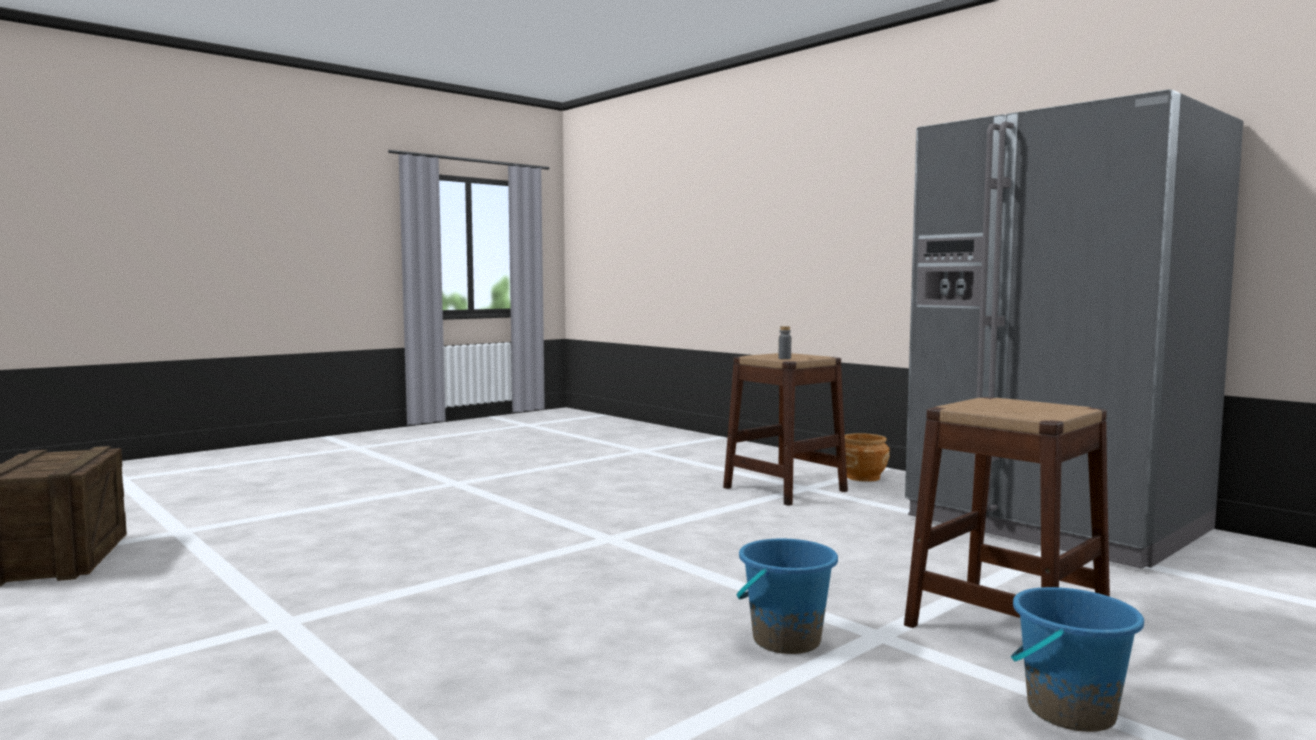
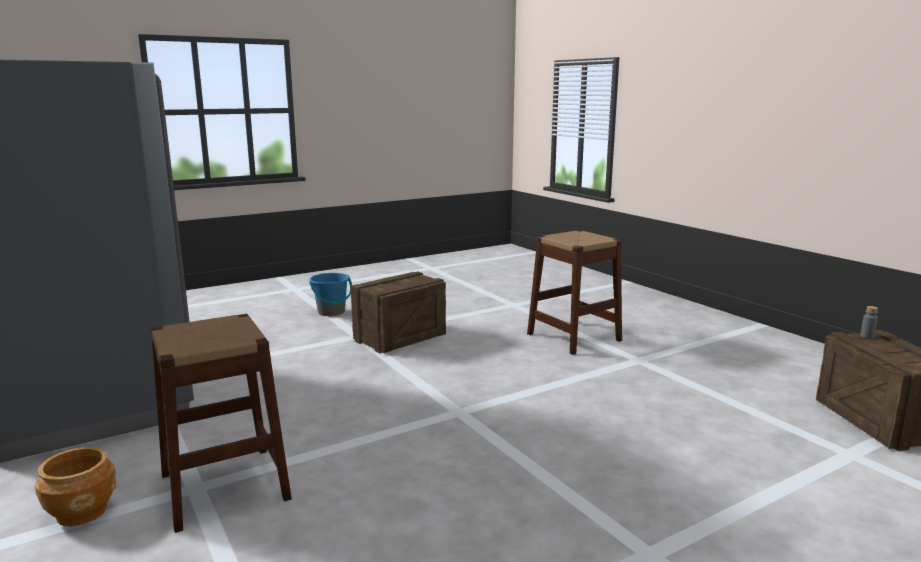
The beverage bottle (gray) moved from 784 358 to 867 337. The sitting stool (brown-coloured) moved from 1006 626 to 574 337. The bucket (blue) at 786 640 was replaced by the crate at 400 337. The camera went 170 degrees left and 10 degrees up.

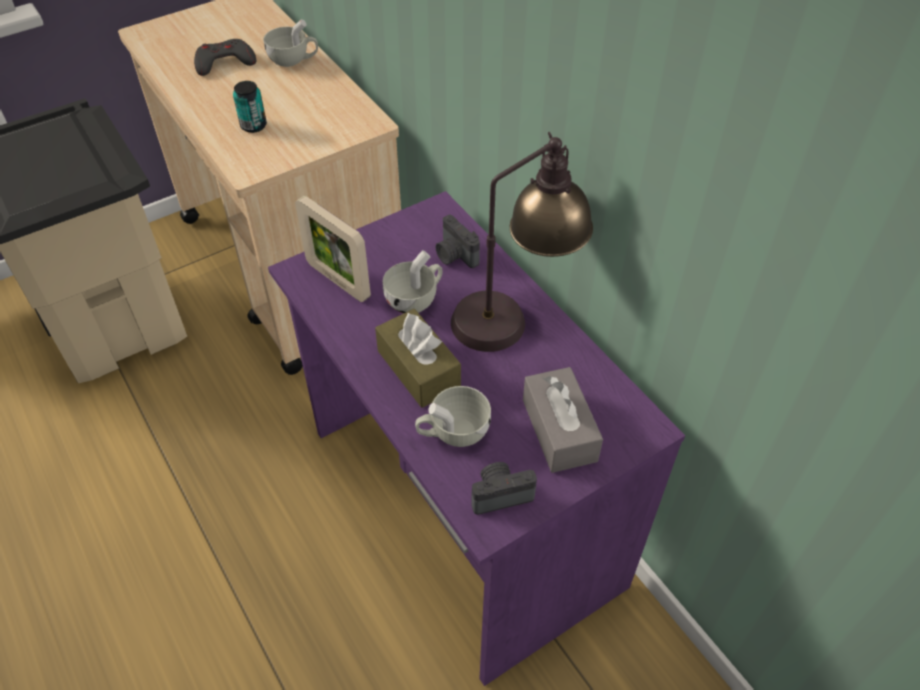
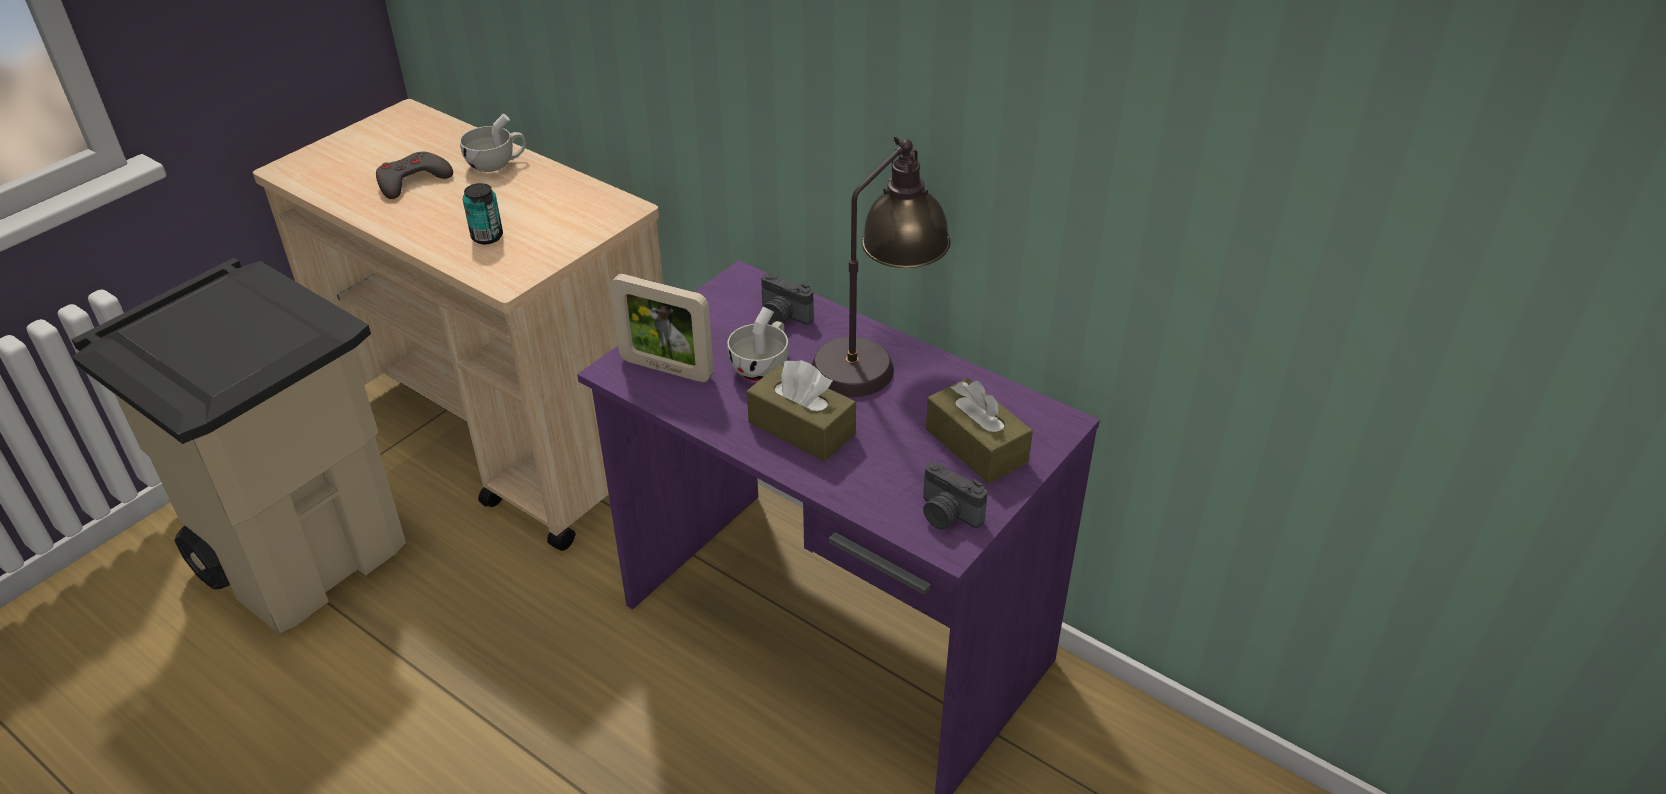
The box of tissues (gray) at 559 430 became the box of tissues (brown-coloured) at 976 445. The drinking cup (whitish) at 453 432 disappeared. The still camera at 500 494 turned 105 degrees counterclockwise. The camera went 20 degrees left and 10 degrees down.

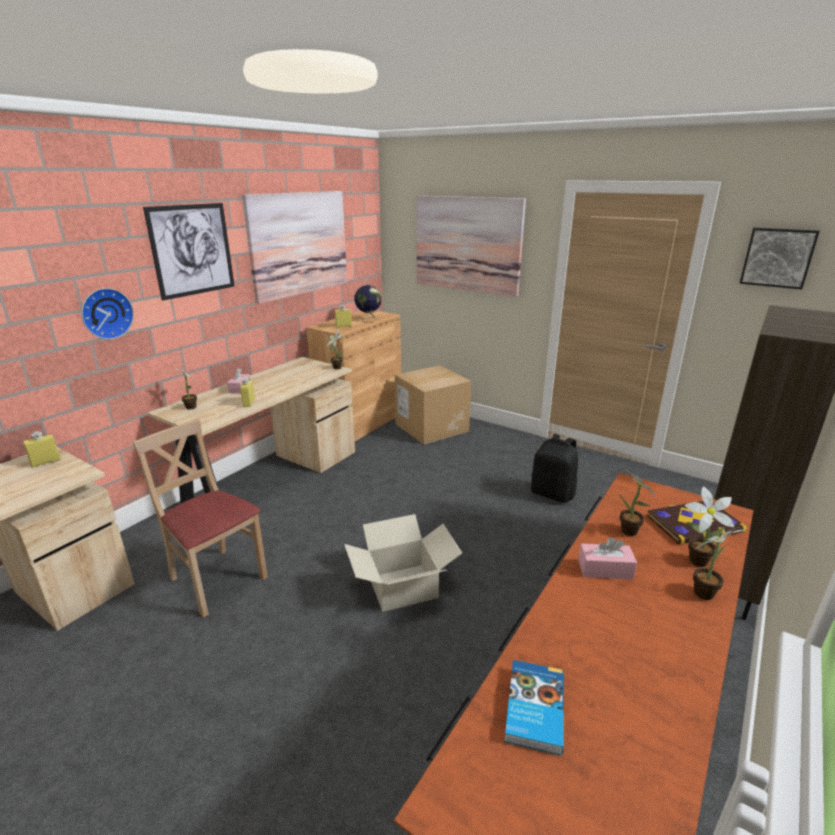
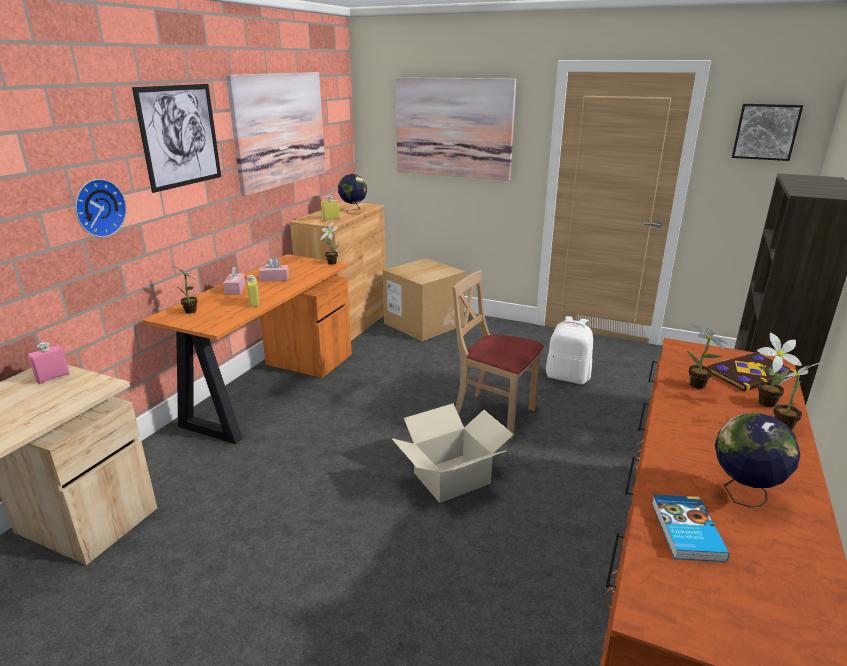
The desk table (beige) at 271 478 became the desk table (orange-coloured) at 269 388. The upright chair (beige) moved from 217 579 to 494 414. The beverage bottle (yellow) at 46 462 became the beverage bottle (pinkish) at 53 377. The knapsack (black-coloured) at 553 494 became the knapsack (whitish) at 568 377. The box of tissues (pinkish) moved from 605 569 to 274 278. The globe at 743 495 appeared. The camera went 10 degrees left and 0 degrees up.

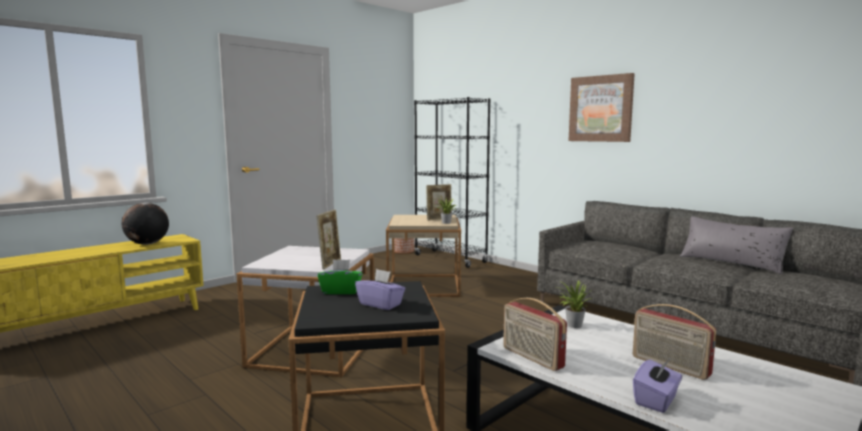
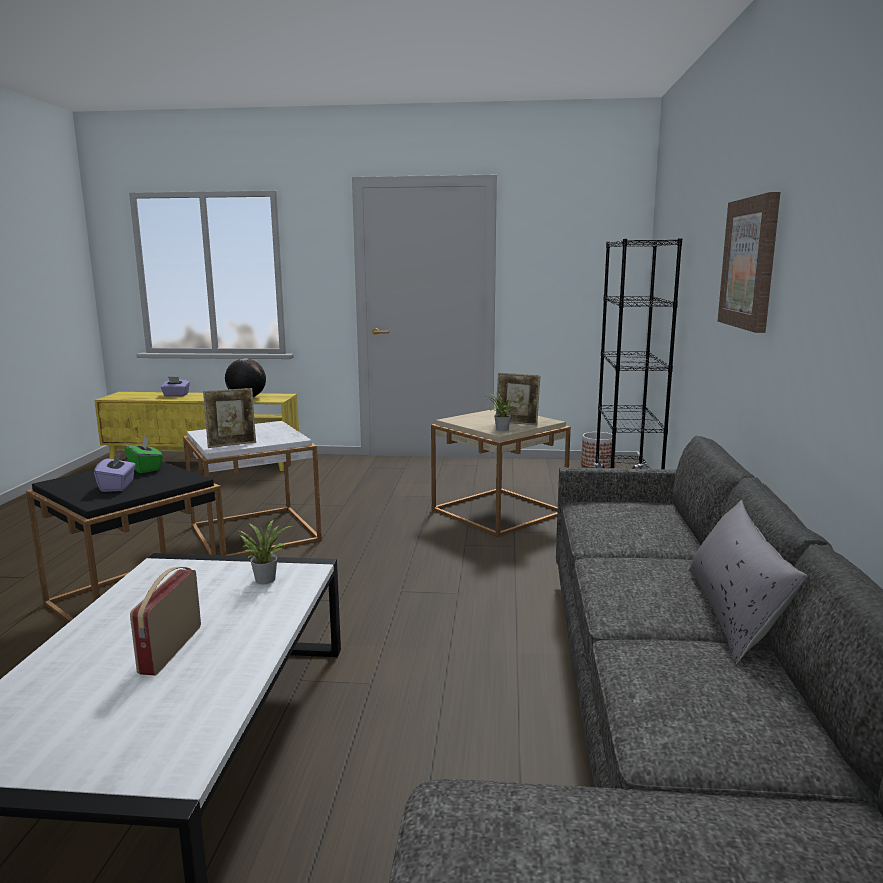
The radio set at 531 358 disappeared. The box of tissues (purple-coloured) moved from 656 400 to 176 395. The camera went 50 degrees right and 5 degrees up.

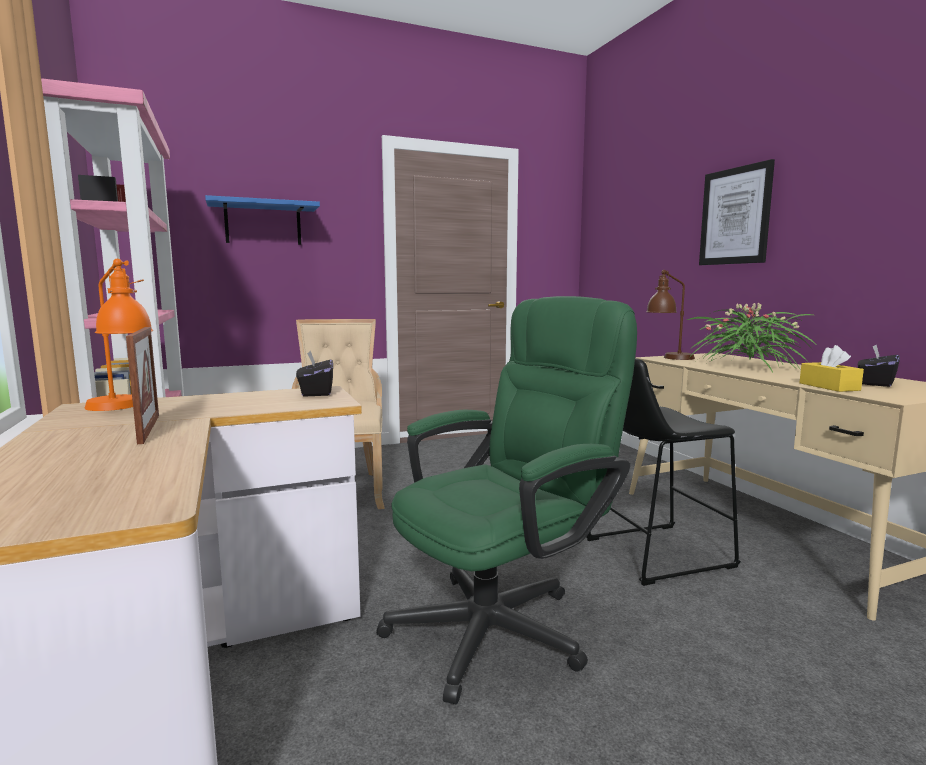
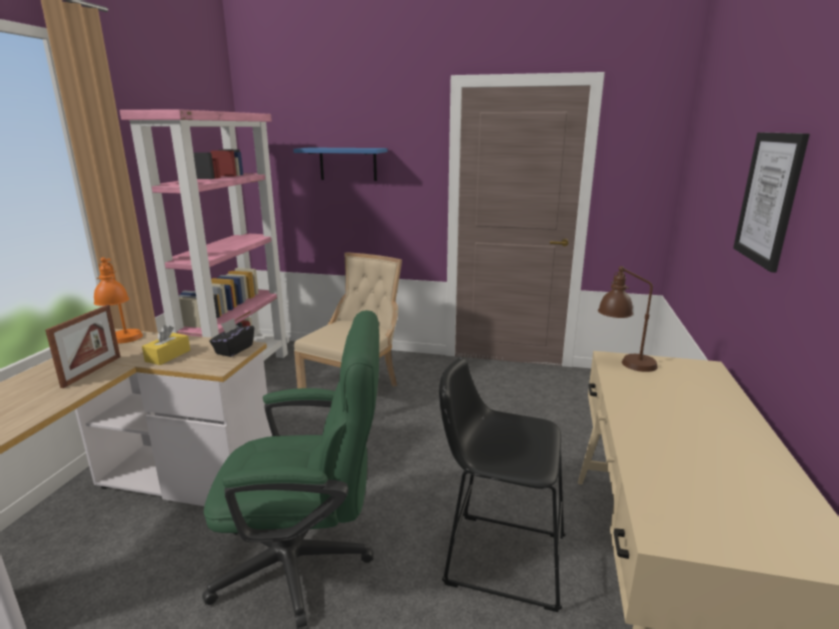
The potted plant at 747 366 disappeared. The box of tissues (yellow) moved from 829 386 to 168 356. The box of tissues (black-coloured) at 875 383 disappeared. The camera went 35 degrees right and 10 degrees up.

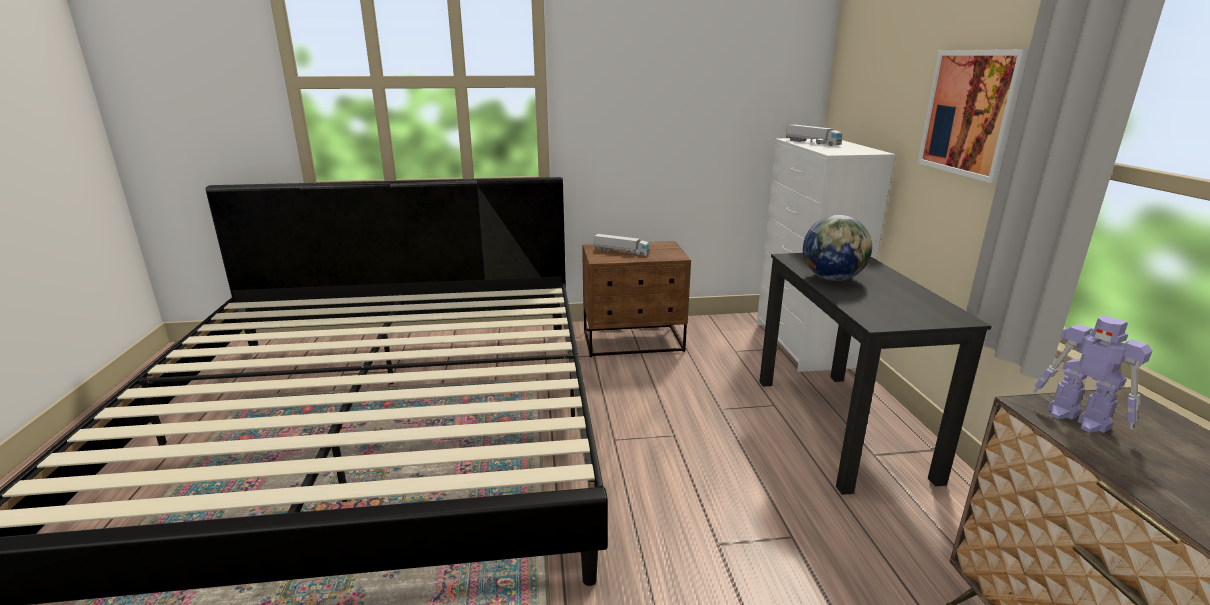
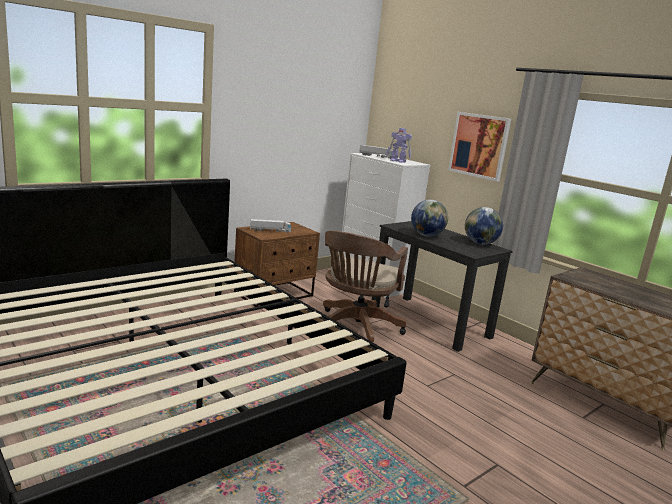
The robot figure moved from 1079 419 to 398 161. The globe at 480 243 appeared. The office chair (brown-coloured) at 355 329 appeared. The camera went 35 degrees left and 5 degrees down.

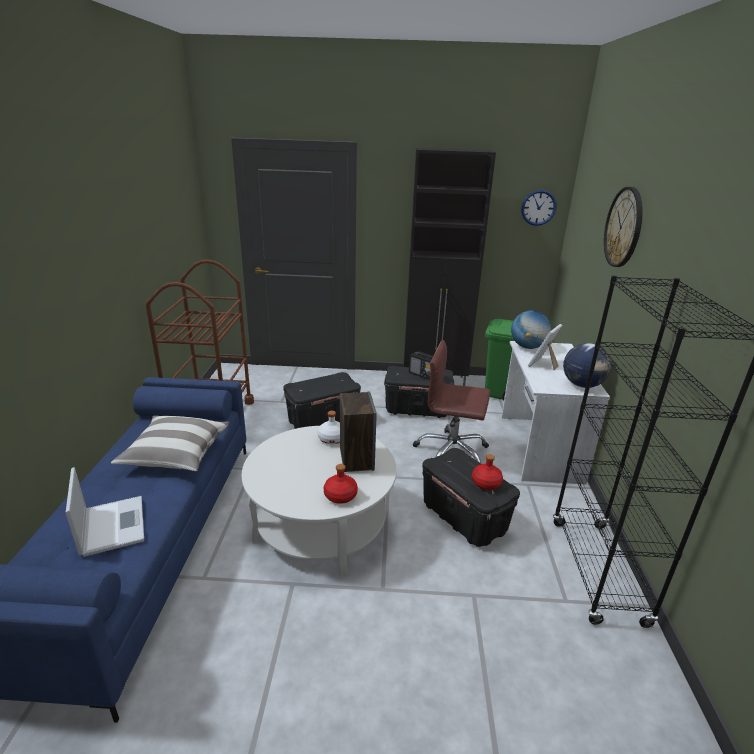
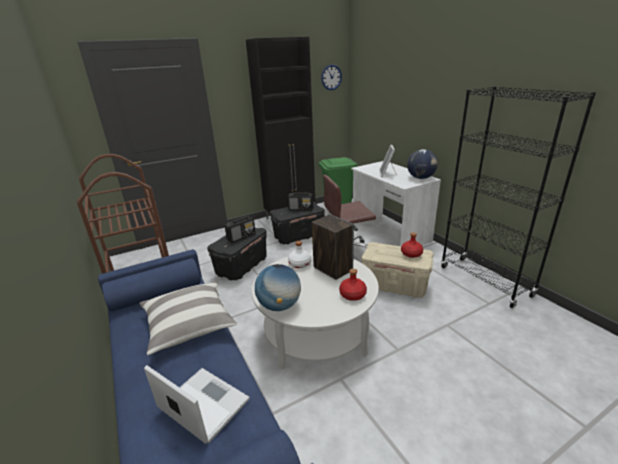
The hanging clock at 623 227 disappeared. The globe moved from 527 347 to 279 306. The storage container (black-coloured) at 463 517 became the storage container (beige) at 394 286. The radio set at 241 237 appeared. The camera went 30 degrees left and 0 degrees up.

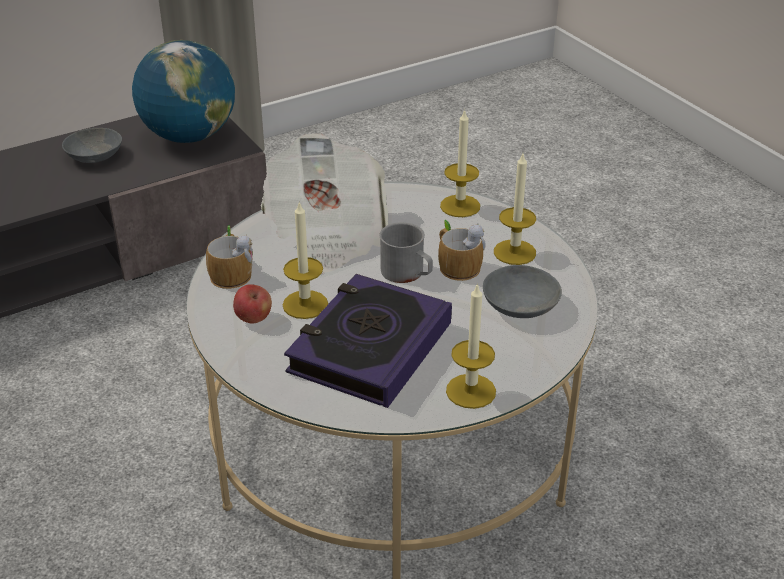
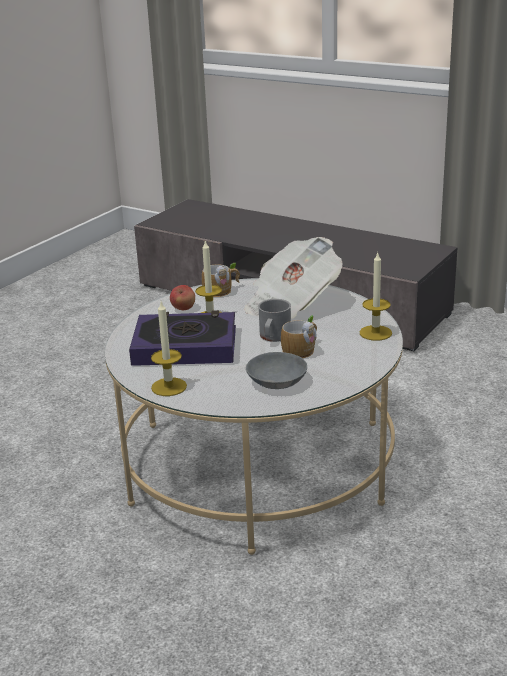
The globe at 189 137 disappeared. The serving bowl (gray) at 96 155 disappeared. The wax candle at 514 252 disappeared. The camera went 65 degrees right and 10 degrees down.

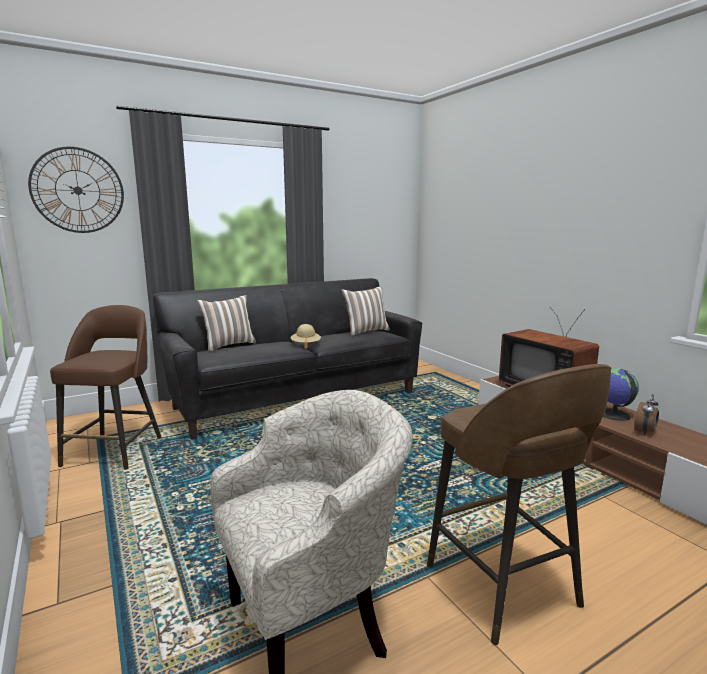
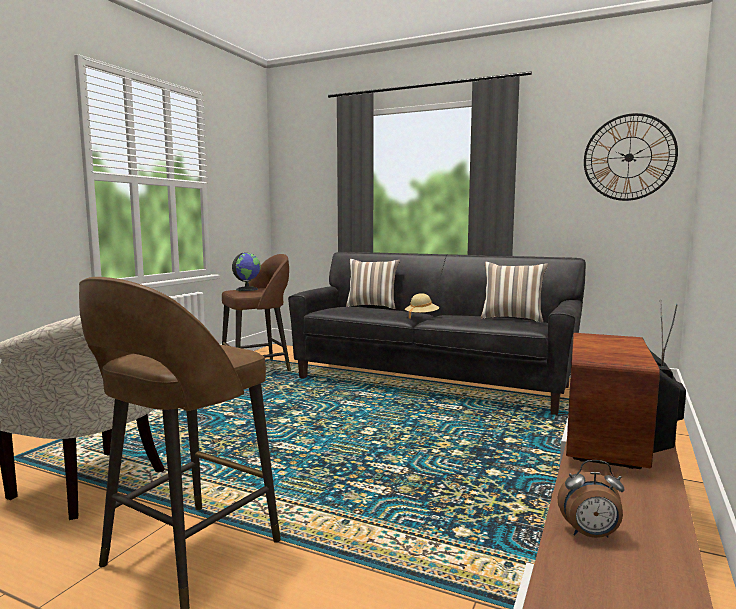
The hanging clock moved from 78 190 to 629 157. The globe moved from 613 415 to 246 289. The camera went 55 degrees right and 5 degrees down.

